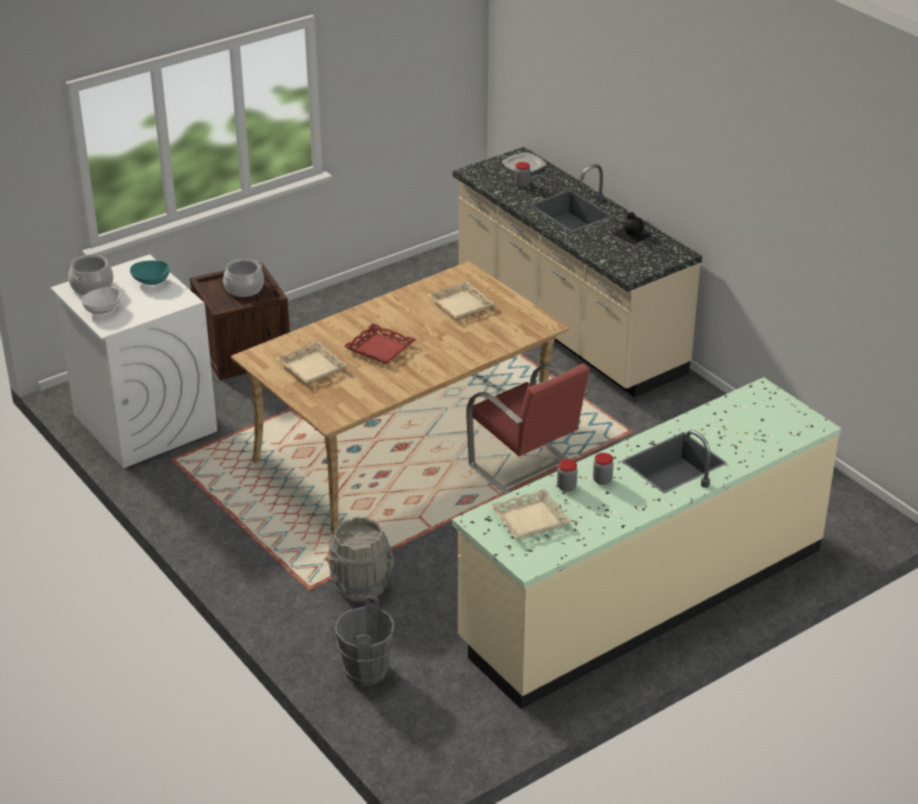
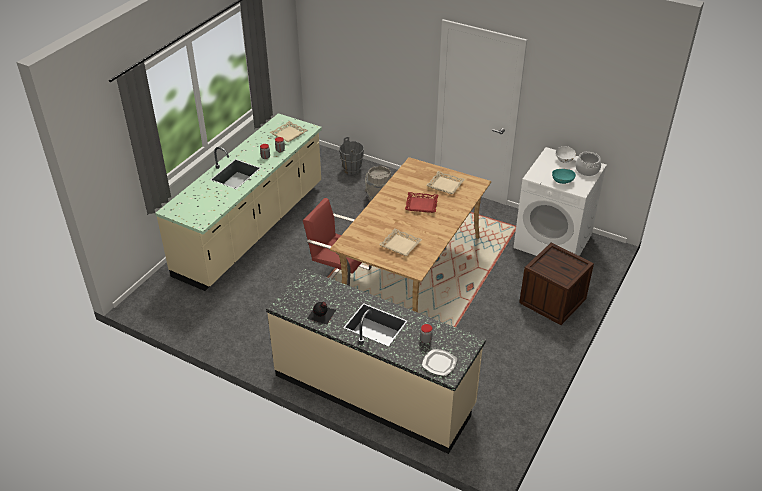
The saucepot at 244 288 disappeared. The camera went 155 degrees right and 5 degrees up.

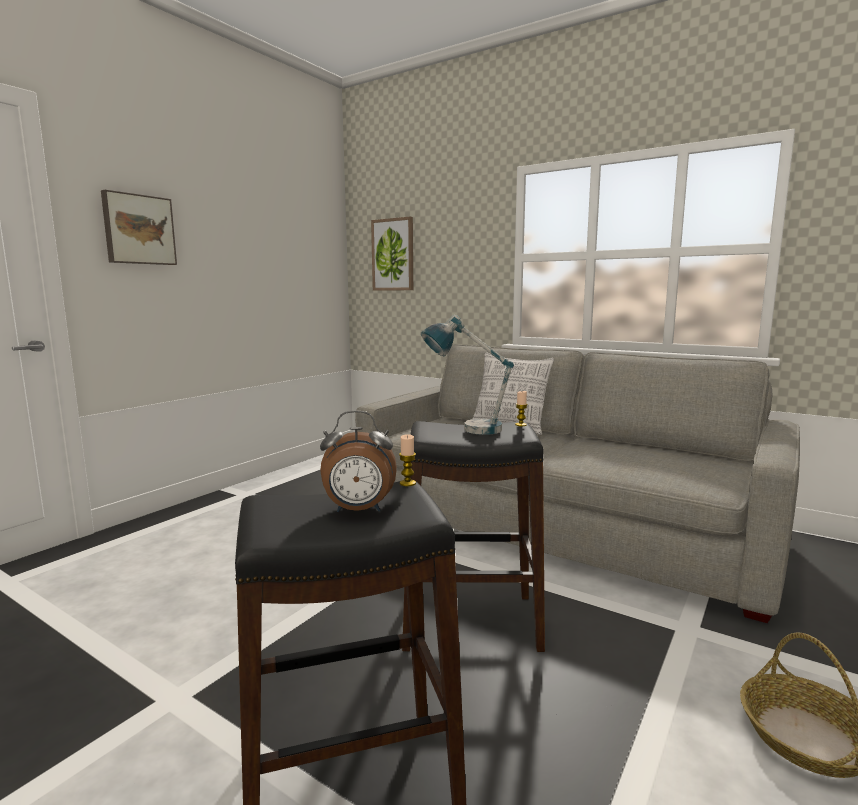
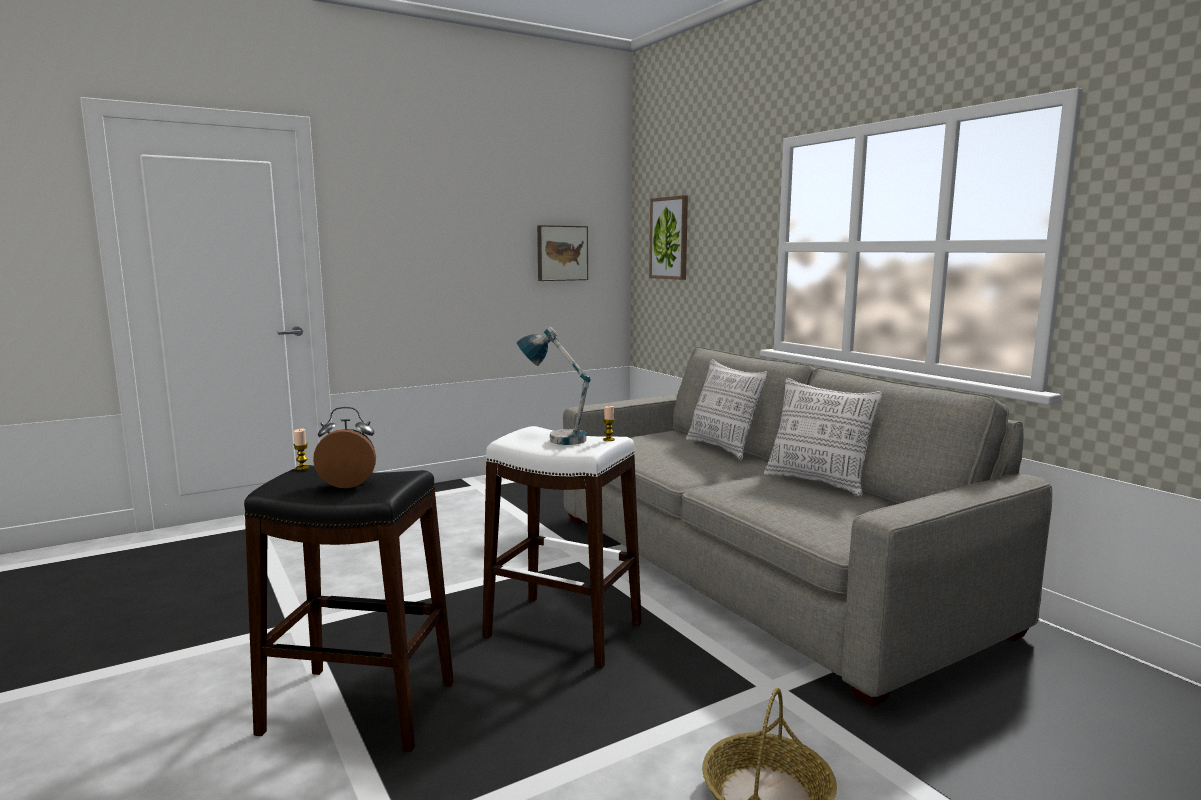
The wall picture moved from 138 229 to 561 253. The alarm clock at 358 510 turned 150 degrees clockwise. The sitting stool (black-coloured) at 470 621 became the sitting stool (whitish) at 564 630. The wax candle moved from 407 483 to 302 468. The pillow at 818 482 appeared. The camera went 25 degrees right and 0 degrees up.

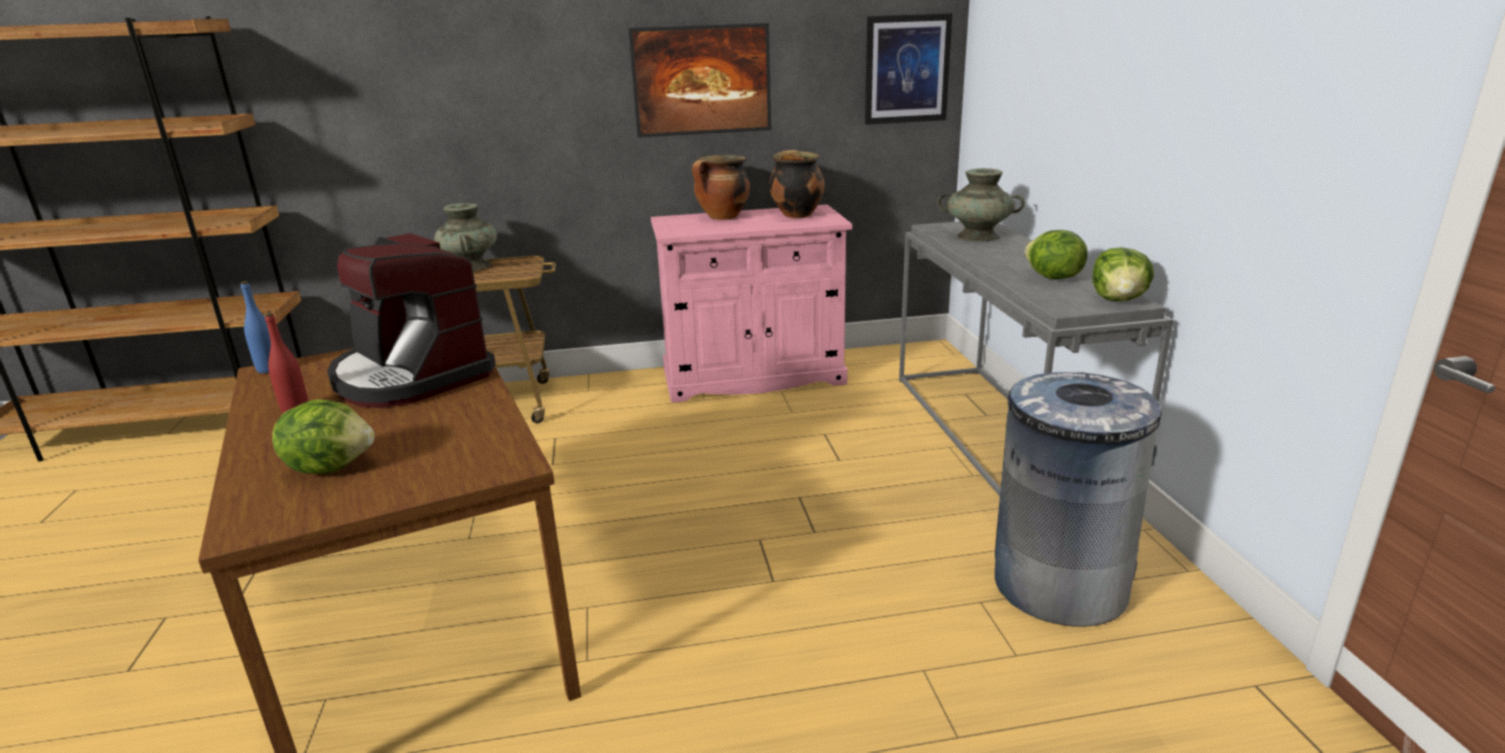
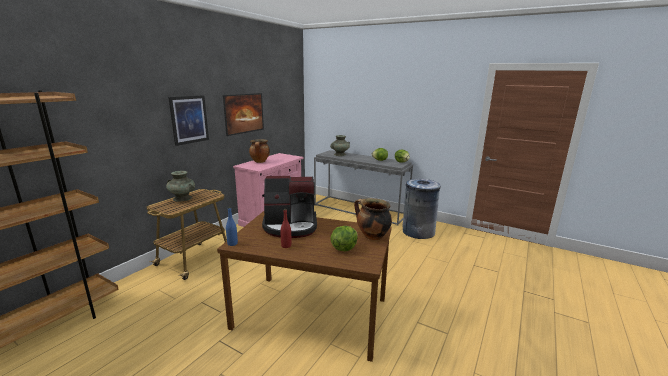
The wall picture moved from 907 69 to 189 119. The saucepot moved from 796 215 to 372 236. The camera went 50 degrees left and 5 degrees down.

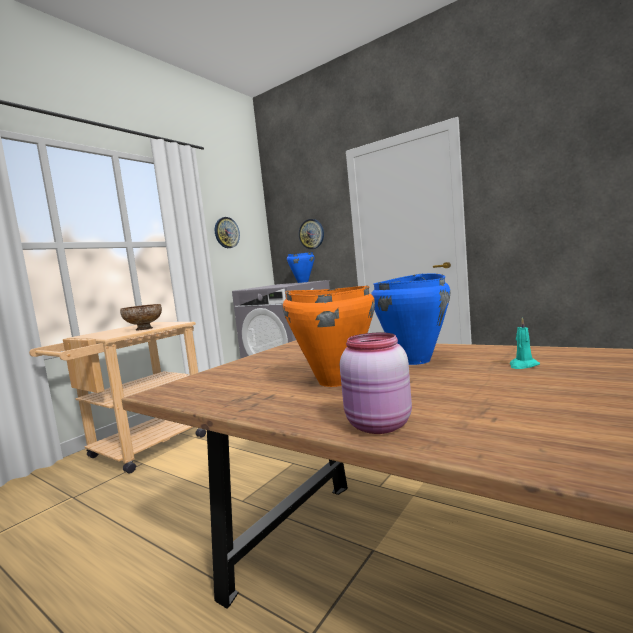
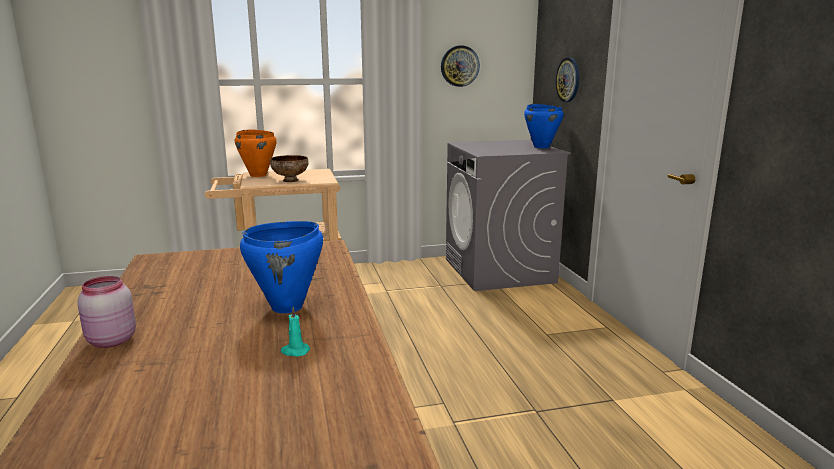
The saucepot (orange-coloured) moved from 335 381 to 258 175. The camera went 40 degrees right and 10 degrees up.

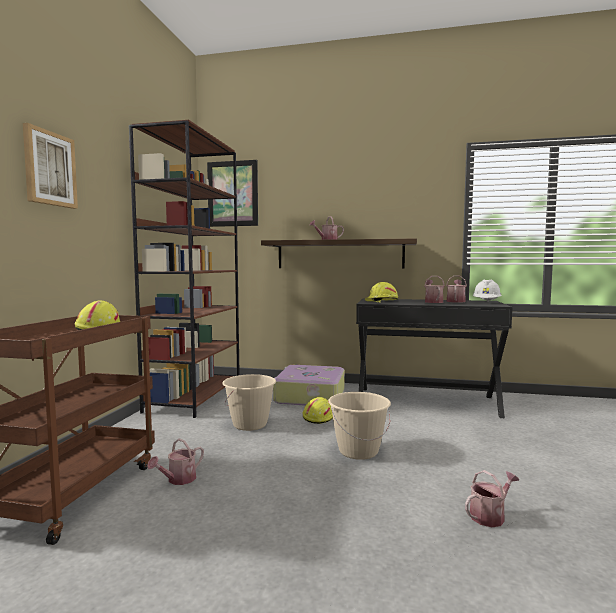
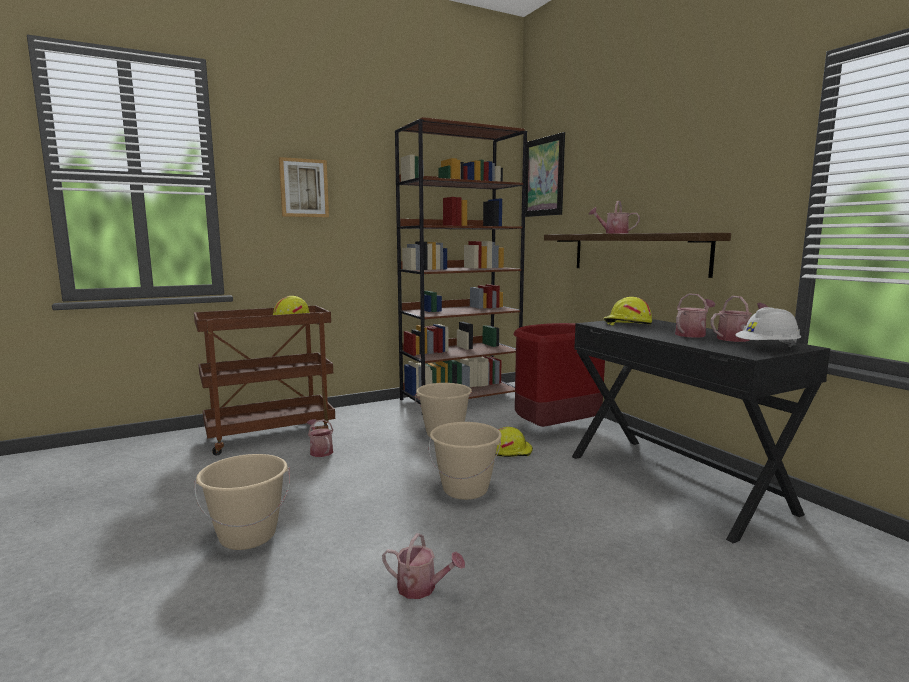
The piece of luggage at 309 396 was replaced by the trash can (red-coloured) at 554 429. The watering can at 178 480 turned 60 degrees clockwise. The bucket (beige) at 248 536 appeared. The camera went 50 degrees right and 5 degrees up.

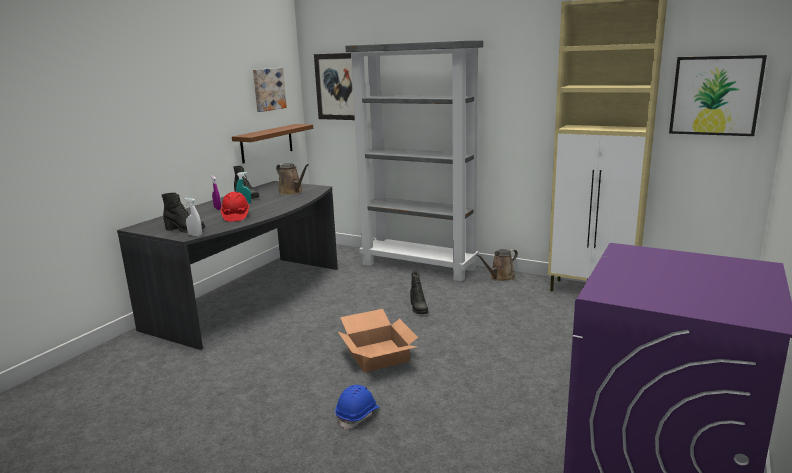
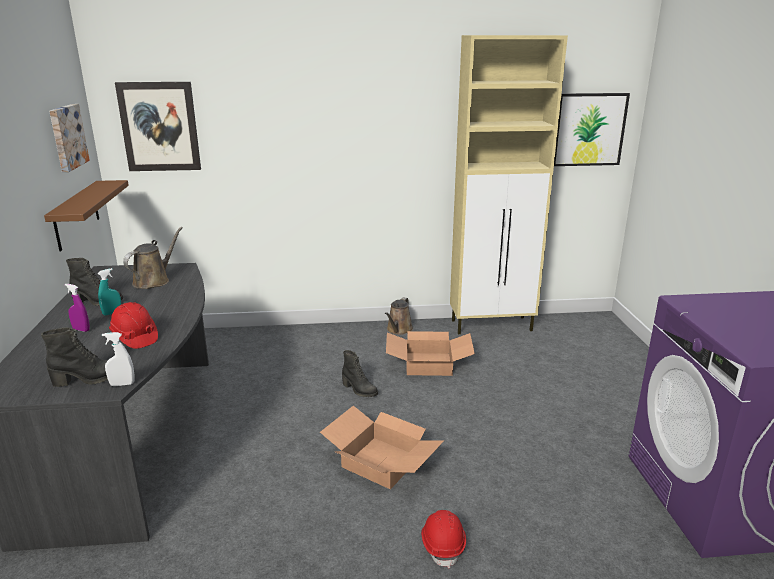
The bookshelf (gray) at 419 266 disappeared. The watering can (brown-coloured) at 292 192 turned 75 degrees counterclockwise. The hard hat (blue) at 358 415 became the hard hat (red-coloured) at 443 544. The packing box at 429 363 appeared. The camera went 35 degrees left and 5 degrees up.

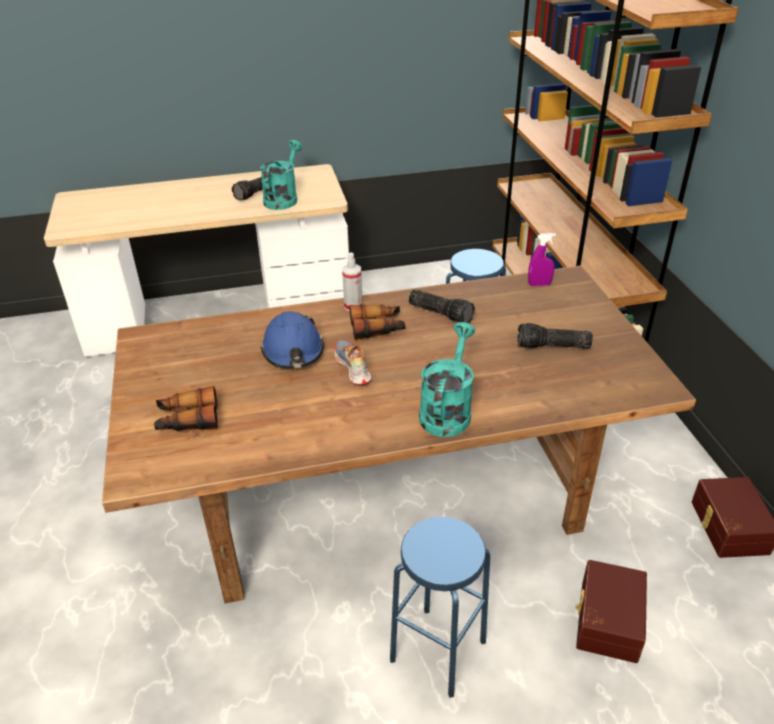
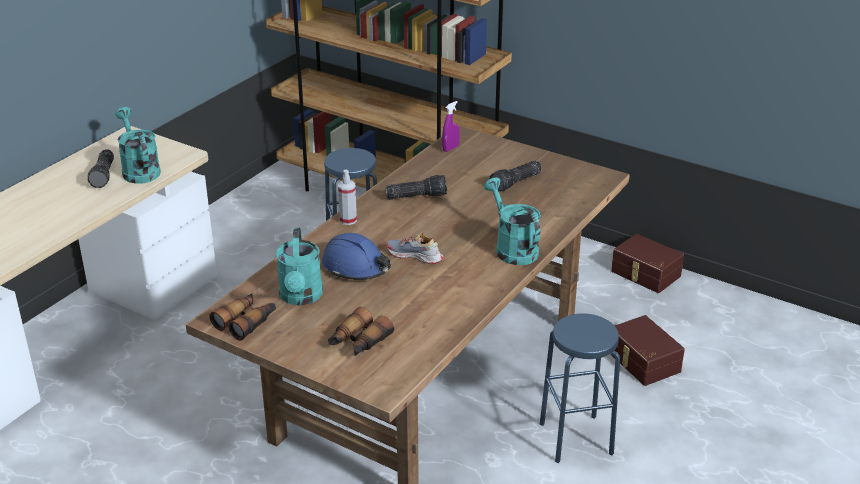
The field glasses moved from 377 328 to 246 322. The watering can (blue-green) at 301 297 appeared. The camera went 45 degrees left and 5 degrees down.

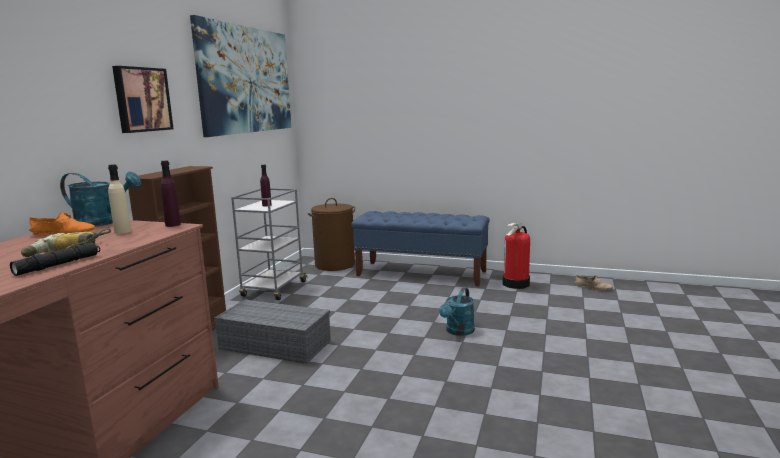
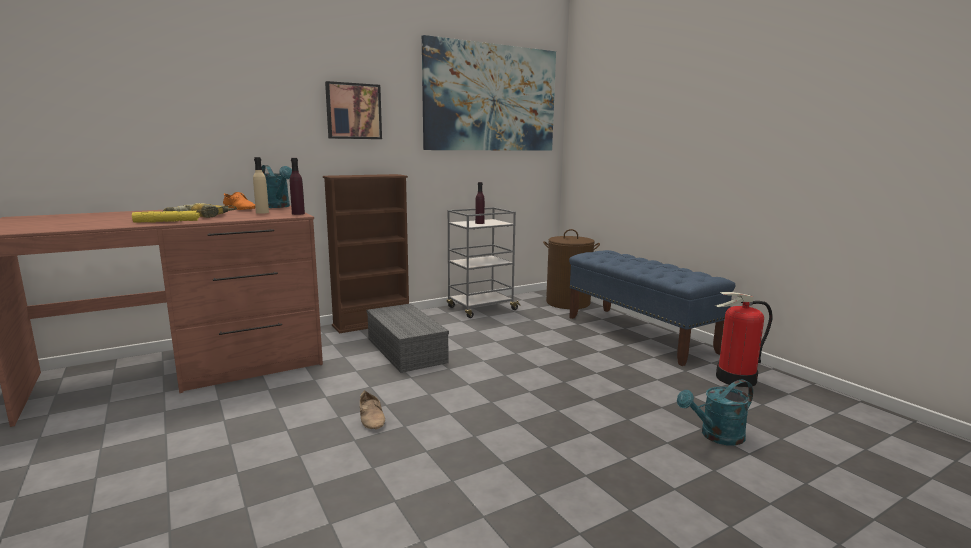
The torch (black-coloured) at 58 264 became the torch (yellow) at 167 221. The shoe (beige) moved from 593 287 to 372 417. The watering can (blue-green) moved from 458 332 to 716 436. The camera went 40 degrees right and 0 degrees up.

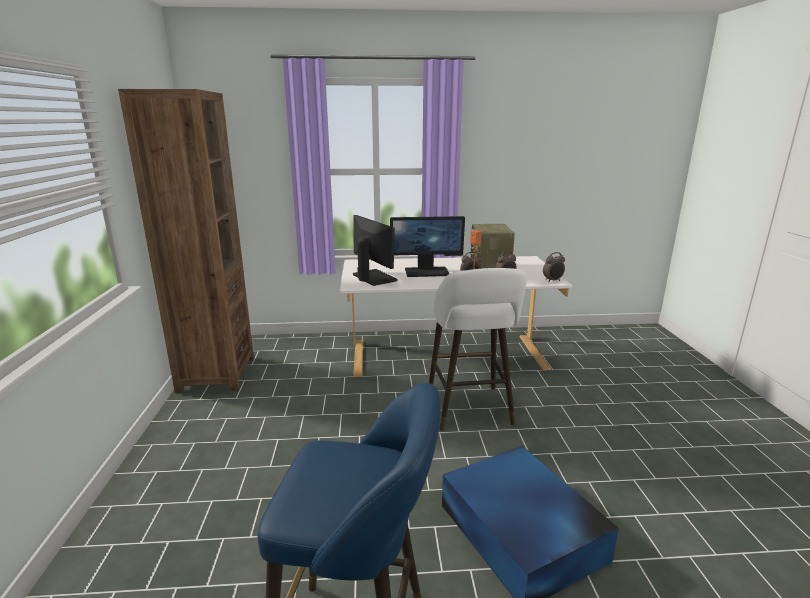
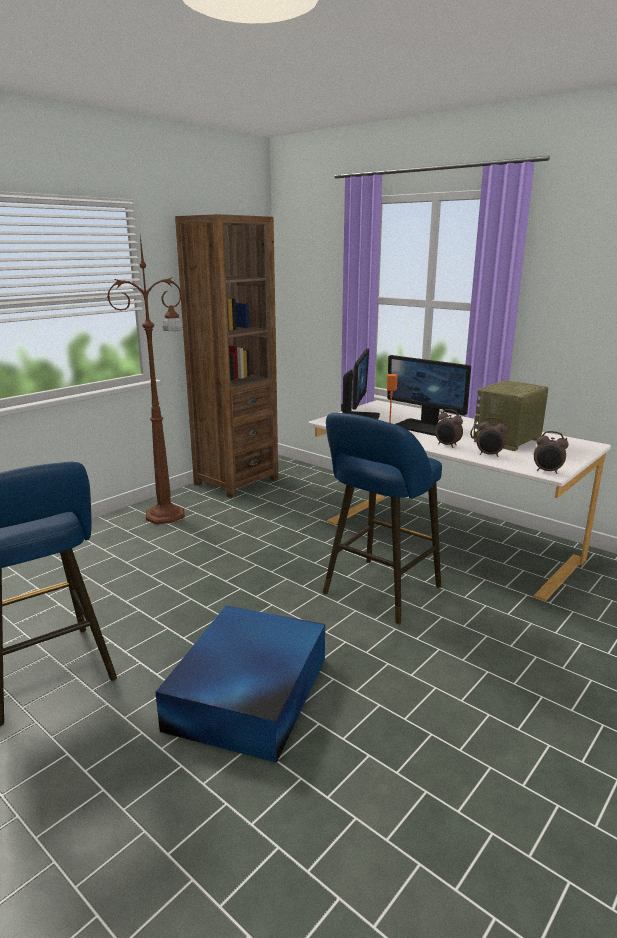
The sitting stool (whitish) at 470 410 became the sitting stool (blue) at 378 593. The floor lamp (brown-coloured) at 167 515 appeared. The camera went 45 degrees right and 0 degrees up.

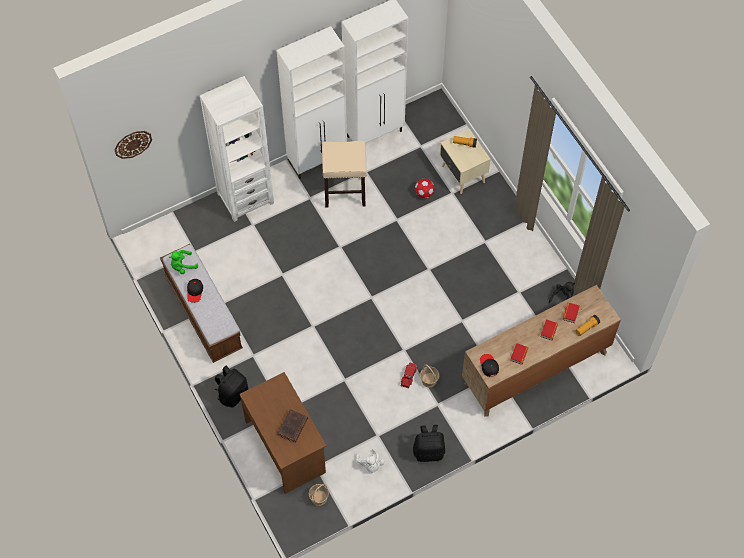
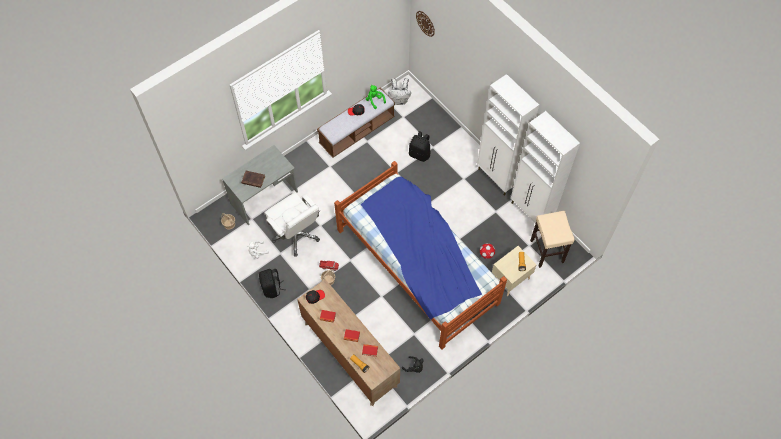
The bookshelf (whitish) at 245 198 disappeared. The sitting stool (beige) moved from 345 192 to 547 251. The knapsack (black-coloured) moved from 232 394 to 420 154. The desk table (brown-coloured) at 286 446 became the desk table (gray) at 264 198. The knapsack (whitish) at 399 100 appeared. The bed at 417 265 appeared. The office chair (whitish) at 296 235 appeared. The camera went 80 degrees right and 0 degrees up.

